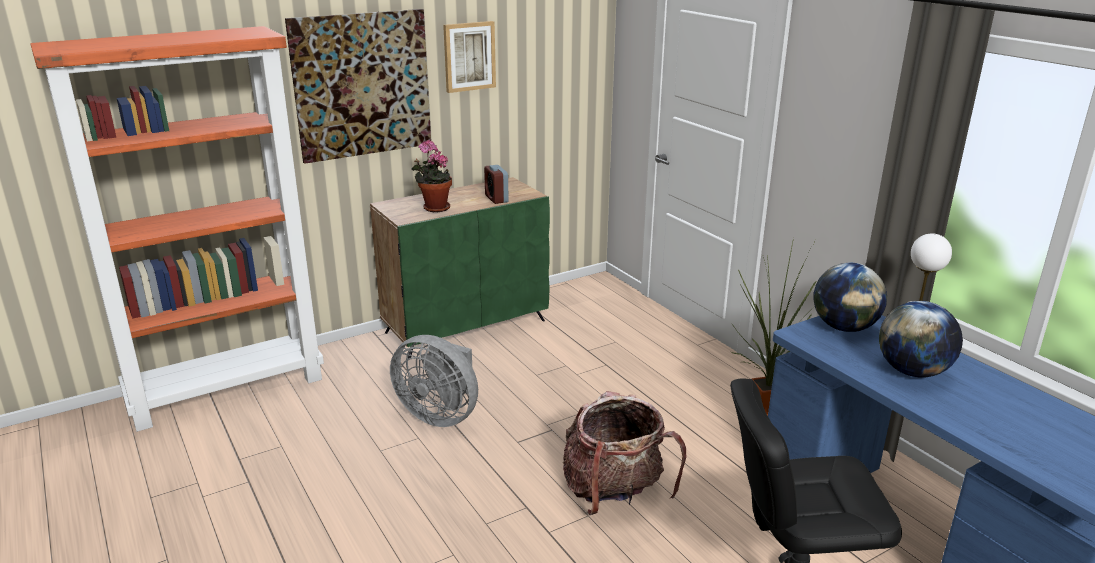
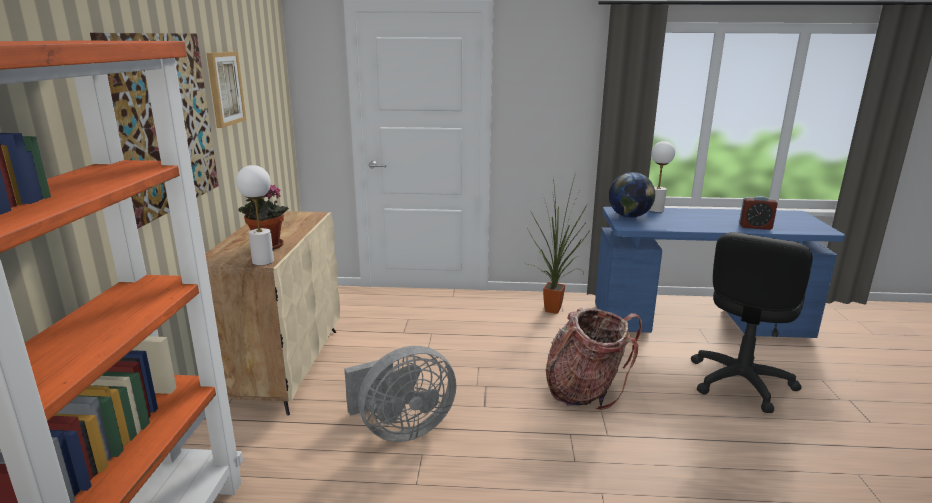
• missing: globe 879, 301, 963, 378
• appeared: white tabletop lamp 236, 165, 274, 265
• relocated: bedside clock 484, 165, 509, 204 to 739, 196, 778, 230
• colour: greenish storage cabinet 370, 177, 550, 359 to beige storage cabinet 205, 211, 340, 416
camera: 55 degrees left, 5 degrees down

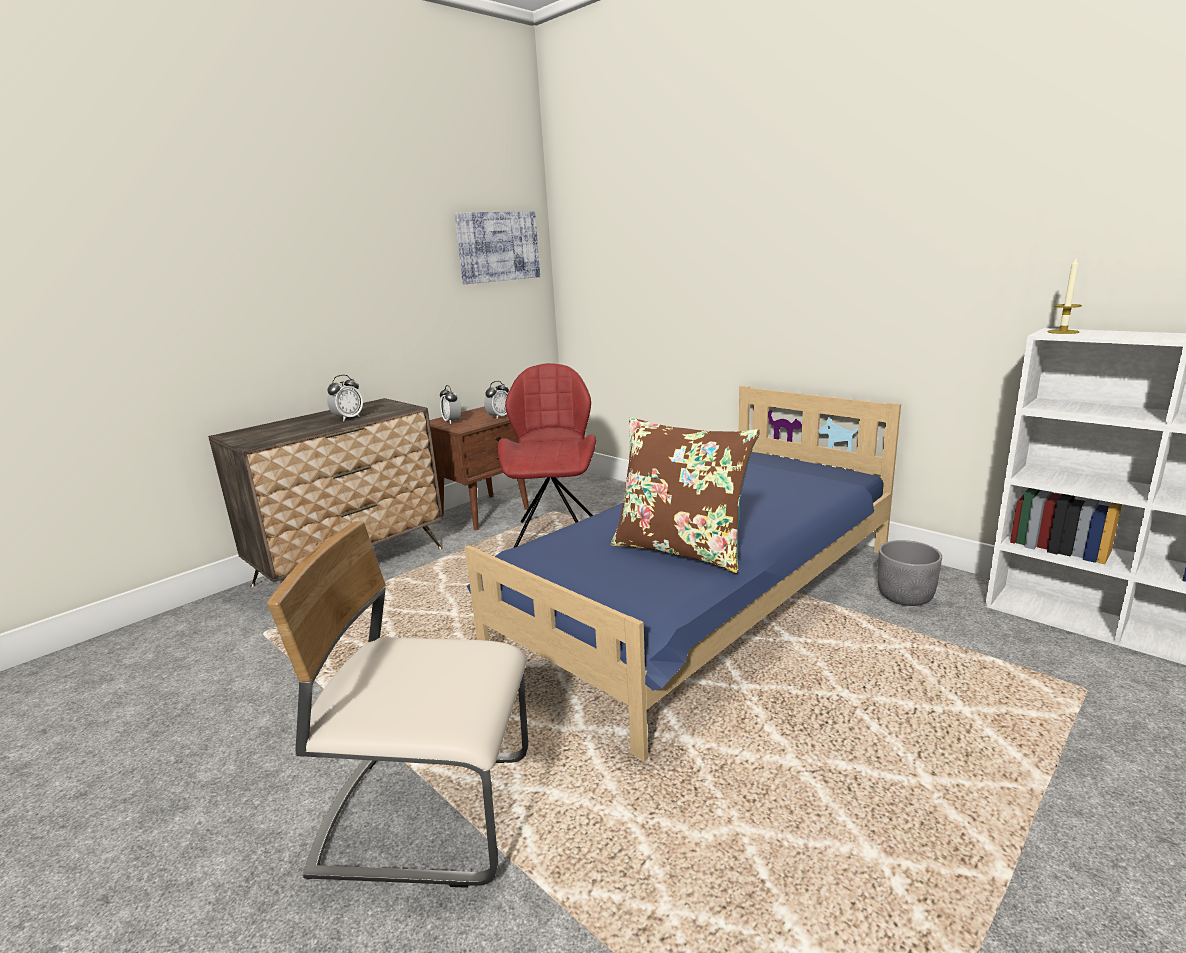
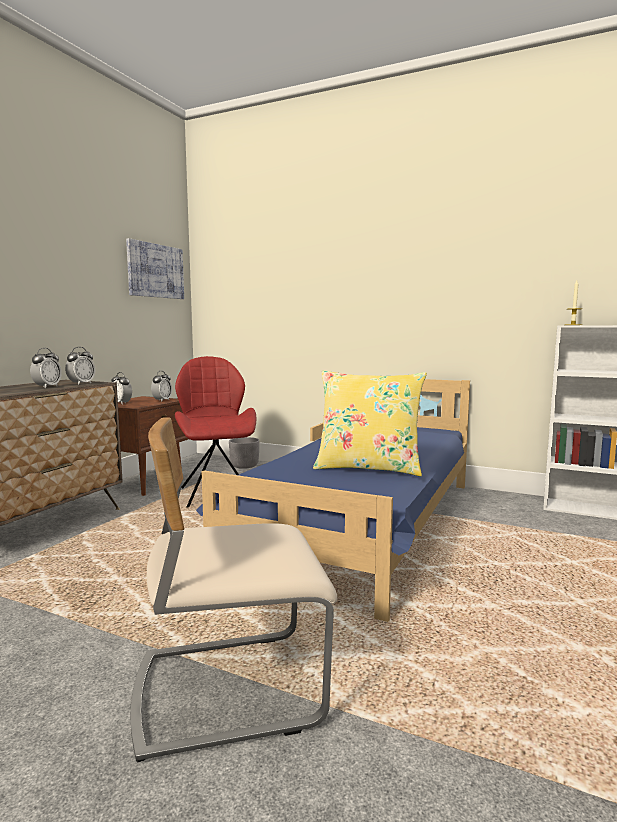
• appeared: bedside clock 65, 347, 95, 385
• relocated: grey plant pot 878, 540, 942, 606 to 229, 437, 259, 469
• colour: brown-coloured throw pillow 610, 417, 760, 573 to yellowish throw pillow 313, 370, 427, 476
camera: 20 degrees left, 10 degrees down

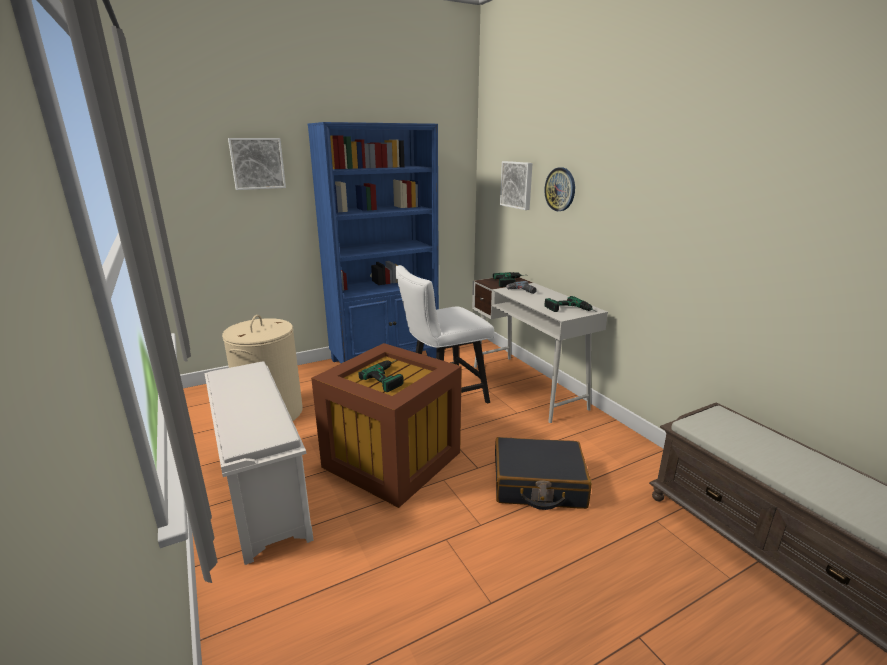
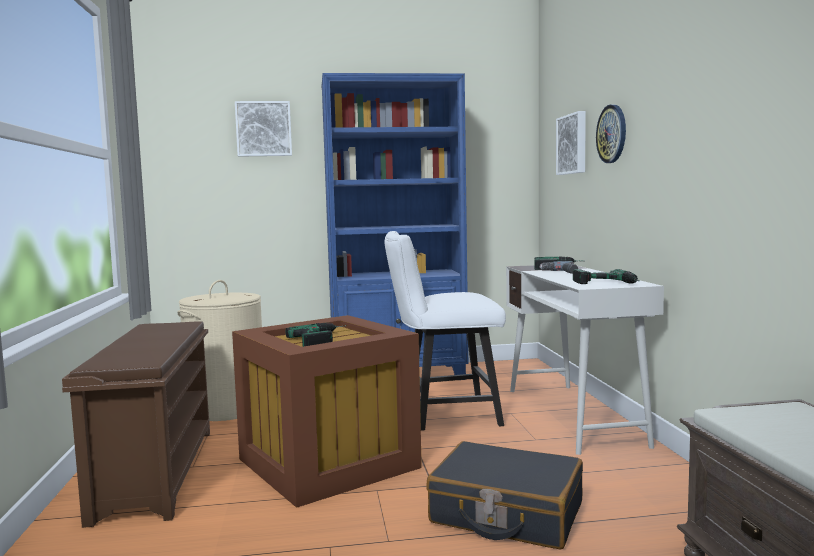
• colour: white shoe rack 205, 361, 314, 565 to brown-coloured shoe rack 62, 321, 210, 528
camera: 20 degrees right, 15 degrees down

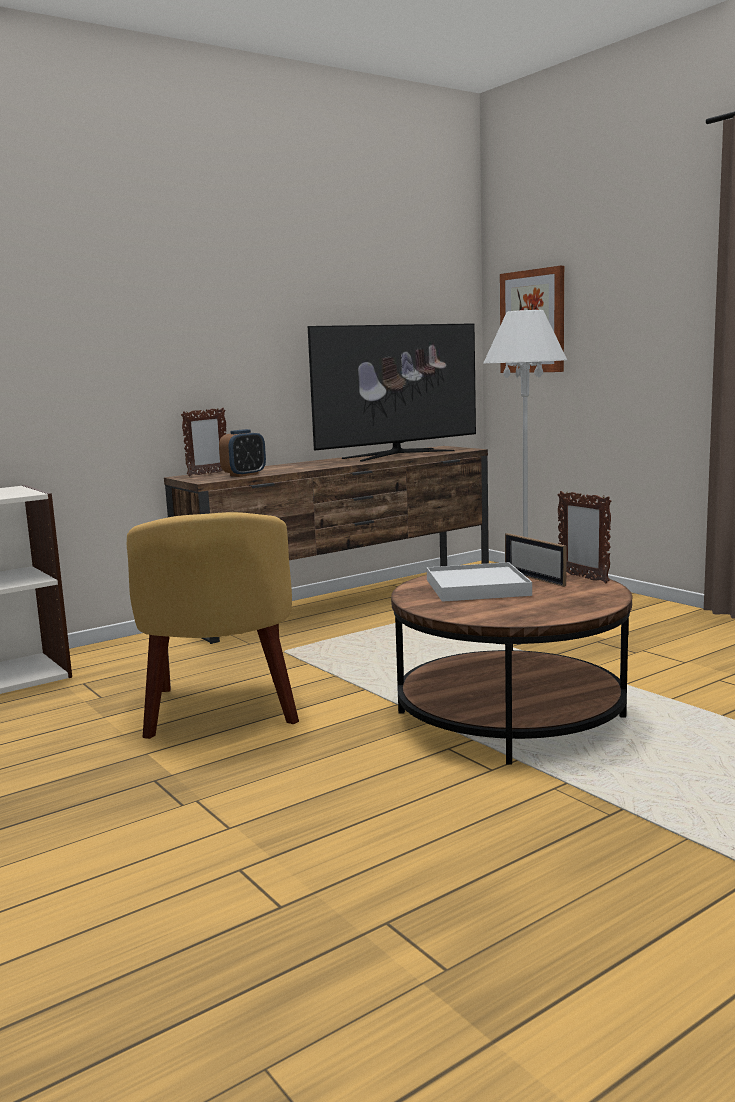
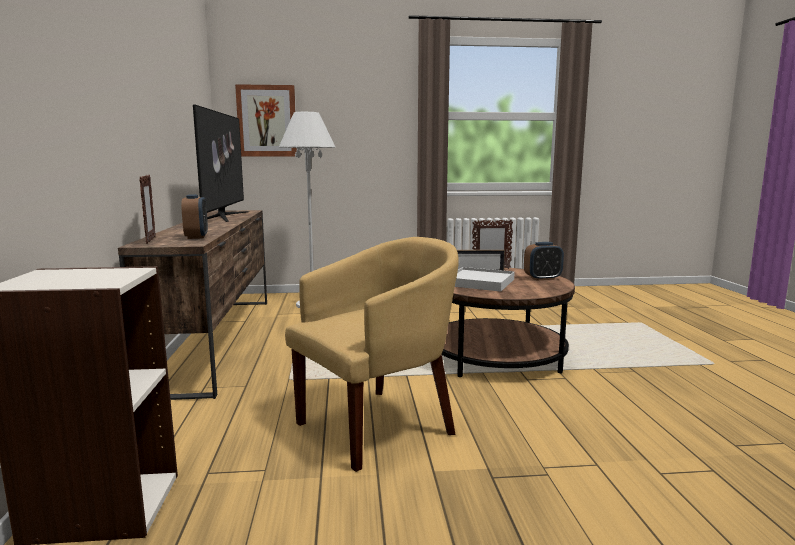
• appeared: bedside clock 524, 242, 564, 280
• spun: yellowish easy chair 127, 512, 299, 739 = 285, 237, 459, 472 60 degrees counterclockwise
camera: 60 degrees left, 0 degrees up

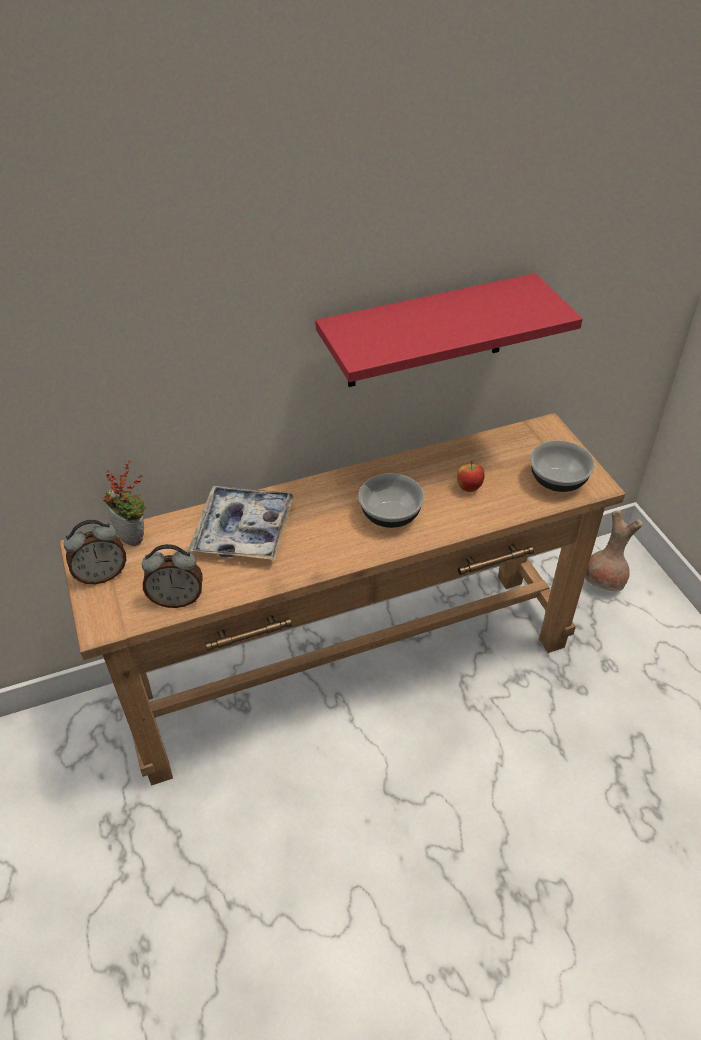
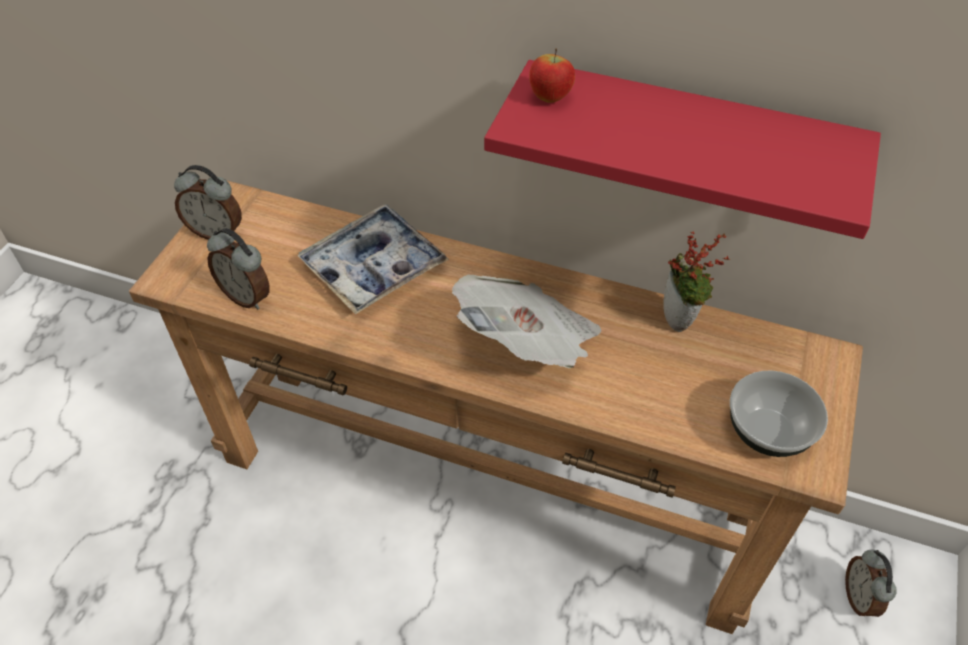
• relocated: potted plant 102, 460, 146, 546 to 663, 232, 730, 332
• relocated: whole apple 457, 461, 485, 492 to 529, 48, 575, 103
• exchanged: serving bowl 358, 473, 425, 528 to newspaper 452, 274, 602, 369
• exchanged: brown-coloured flower vase 585, 510, 643, 592 to bedside clock 845, 549, 897, 617
camera: 40 degrees right, 5 degrees up

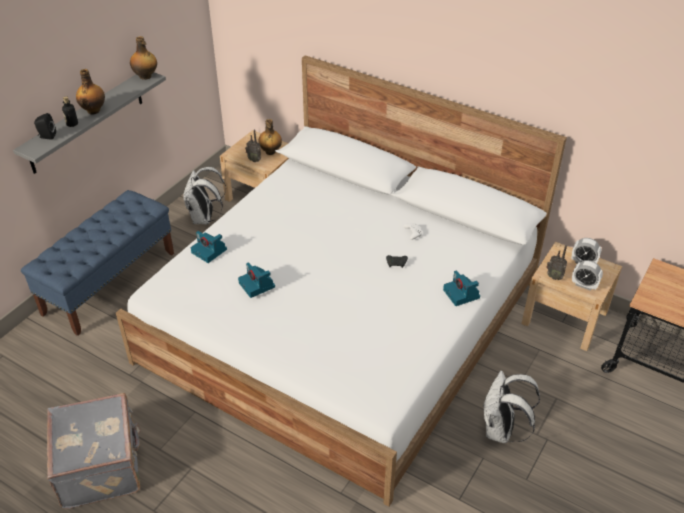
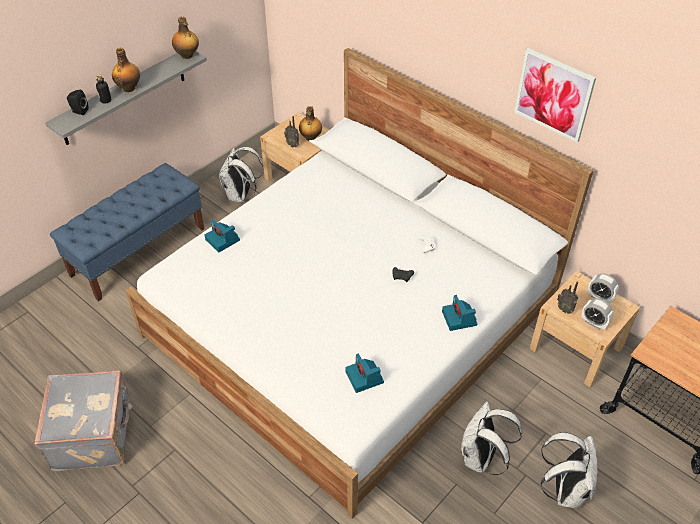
• appeared: wall picture 514, 48, 596, 143
• appeared: white rucksack 540, 432, 598, 508
• relocated: still camera 238, 262, 275, 298 to 345, 354, 384, 393
camera: 10 degrees right, 5 degrees up

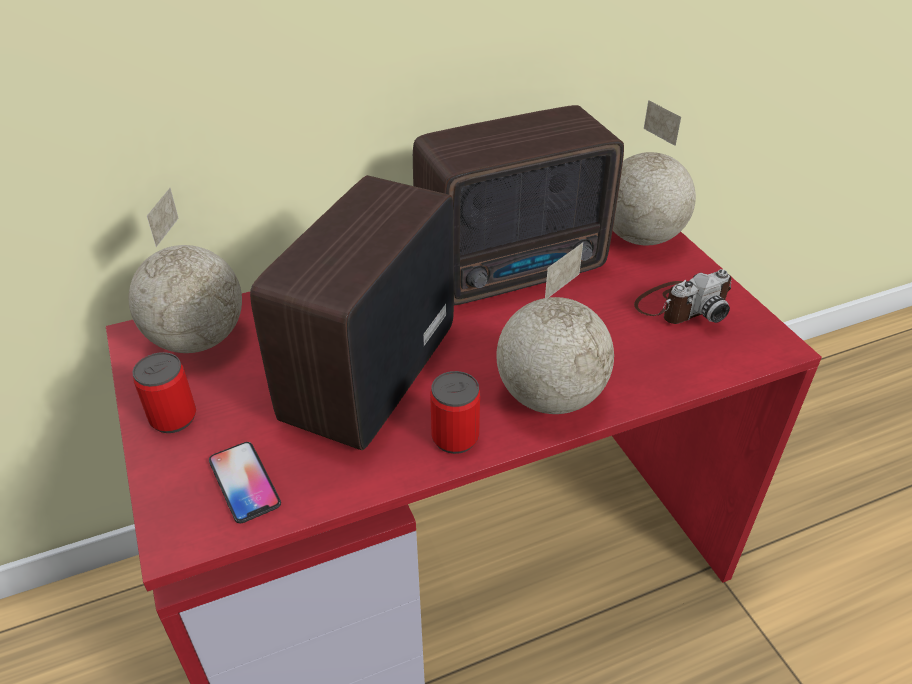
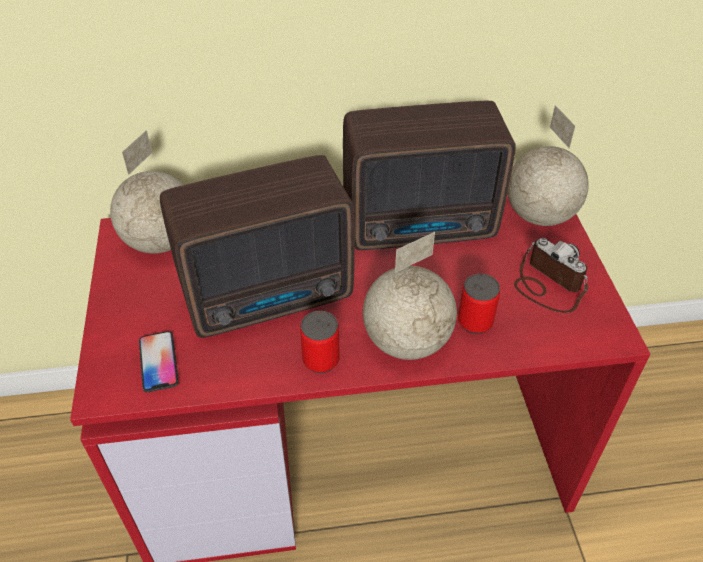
• relocated: metal can 132, 352, 196, 433 to 458, 273, 500, 334
• spun: radio set 250, 175, 454, 450 = 160, 155, 355, 338 150 degrees counterclockwise
• spun: still camera 634, 269, 731, 324 = 514, 238, 588, 313 120 degrees counterclockwise
camera: 15 degrees right, 5 degrees up

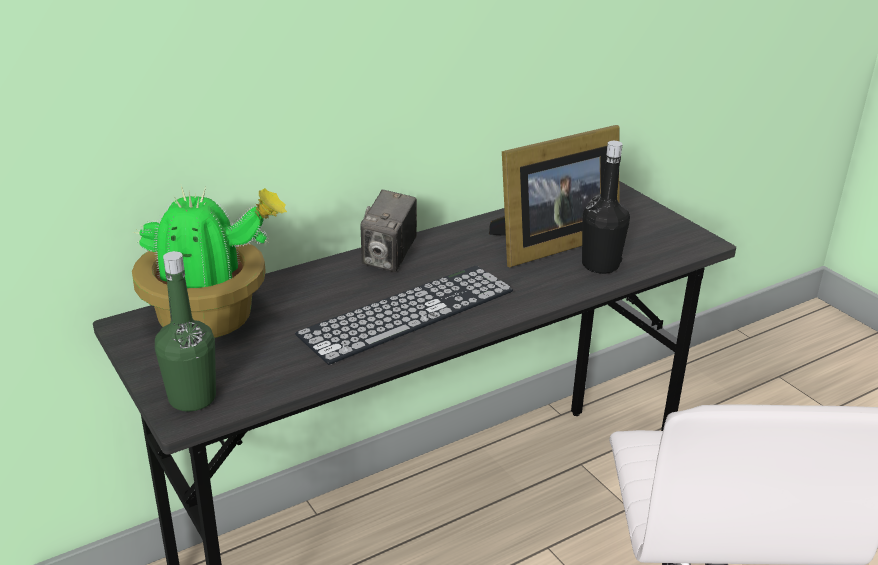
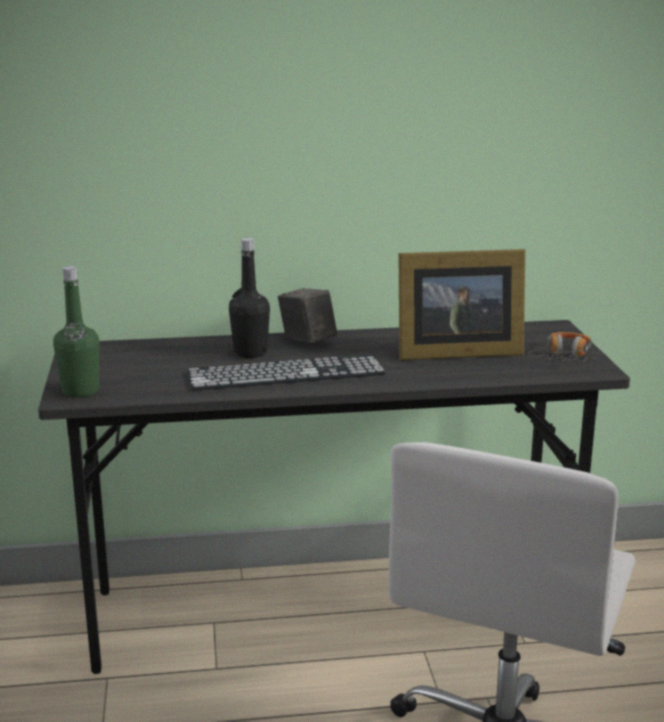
• missing: potted plant 132, 186, 287, 338
• appeared: pair of headphones 528, 332, 597, 362
• relocated: black-coloured bottle 582, 141, 630, 274 to 229, 238, 270, 358
• spun: still camera 360, 190, 417, 272 = 278, 288, 337, 343 105 degrees clockwise
camera: 25 degrees right, 10 degrees down

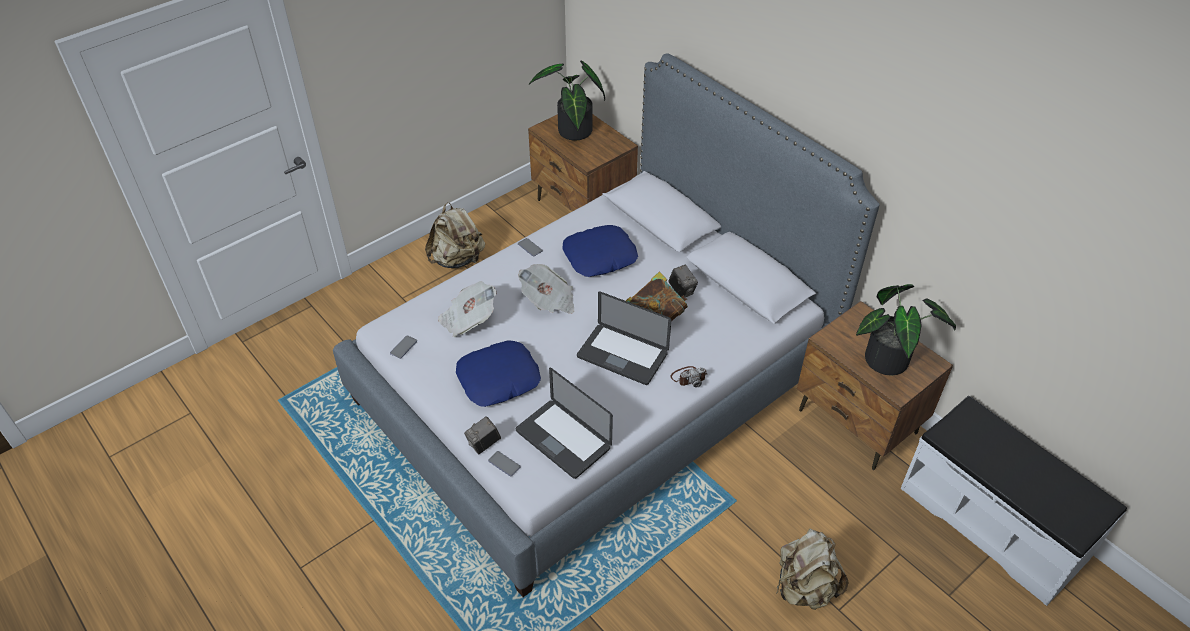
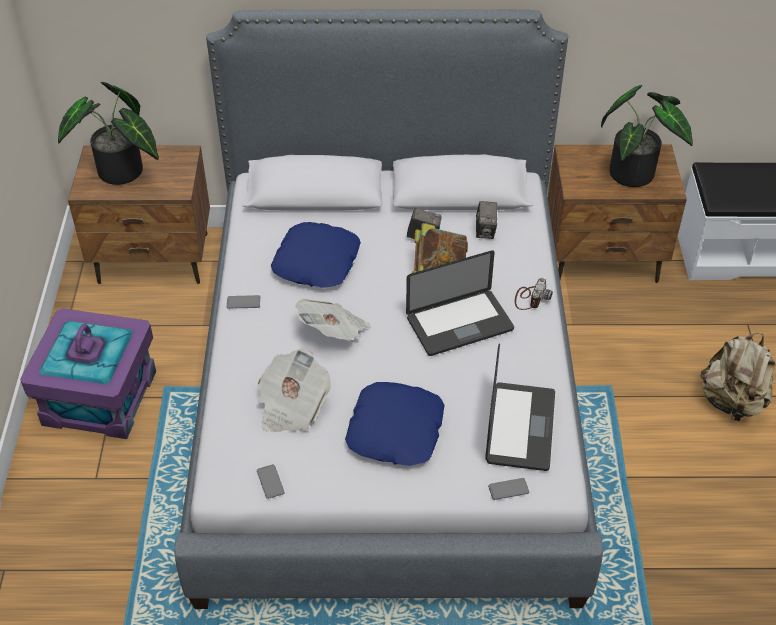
• relocated: still camera 464, 416, 501, 454 to 476, 201, 497, 239
• exchanged: beige rucksack 425, 202, 485, 268 to purplish storage box 20, 308, 156, 439
• spun: laptop 516, 368, 613, 479 = 485, 343, 555, 471 75 degrees counterclockwise
camera: 50 degrees left, 0 degrees up

